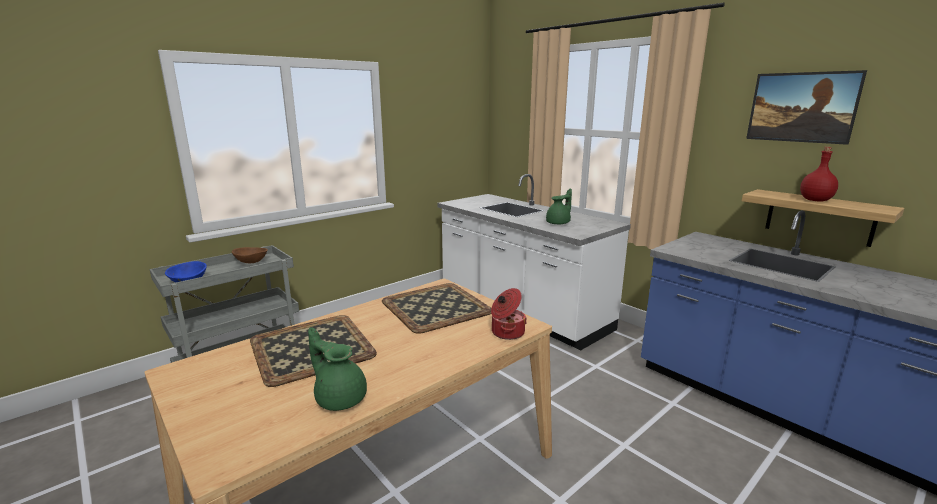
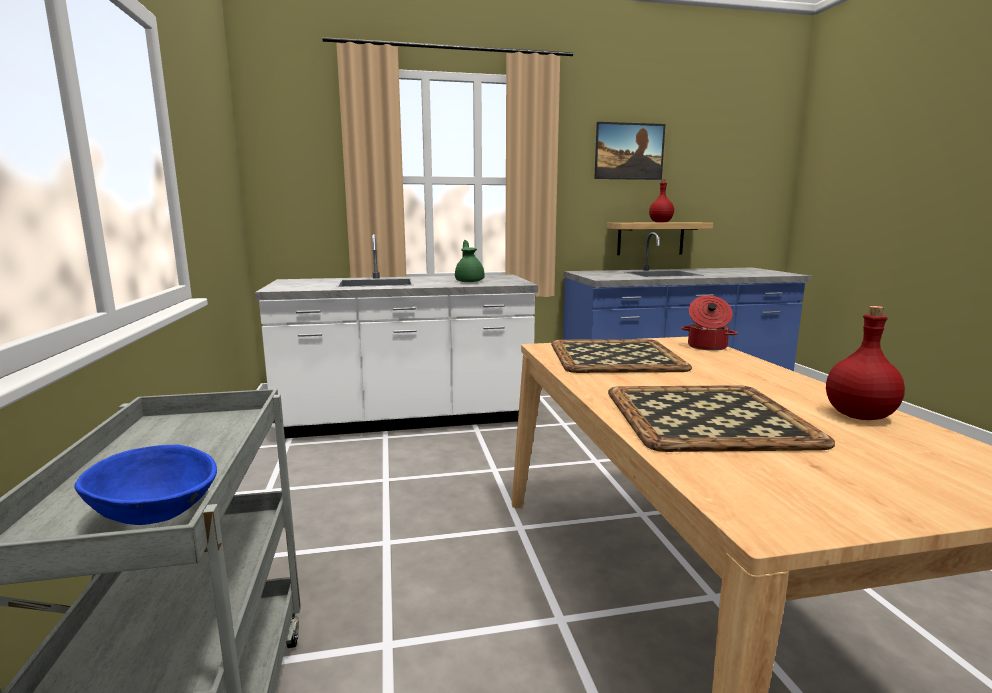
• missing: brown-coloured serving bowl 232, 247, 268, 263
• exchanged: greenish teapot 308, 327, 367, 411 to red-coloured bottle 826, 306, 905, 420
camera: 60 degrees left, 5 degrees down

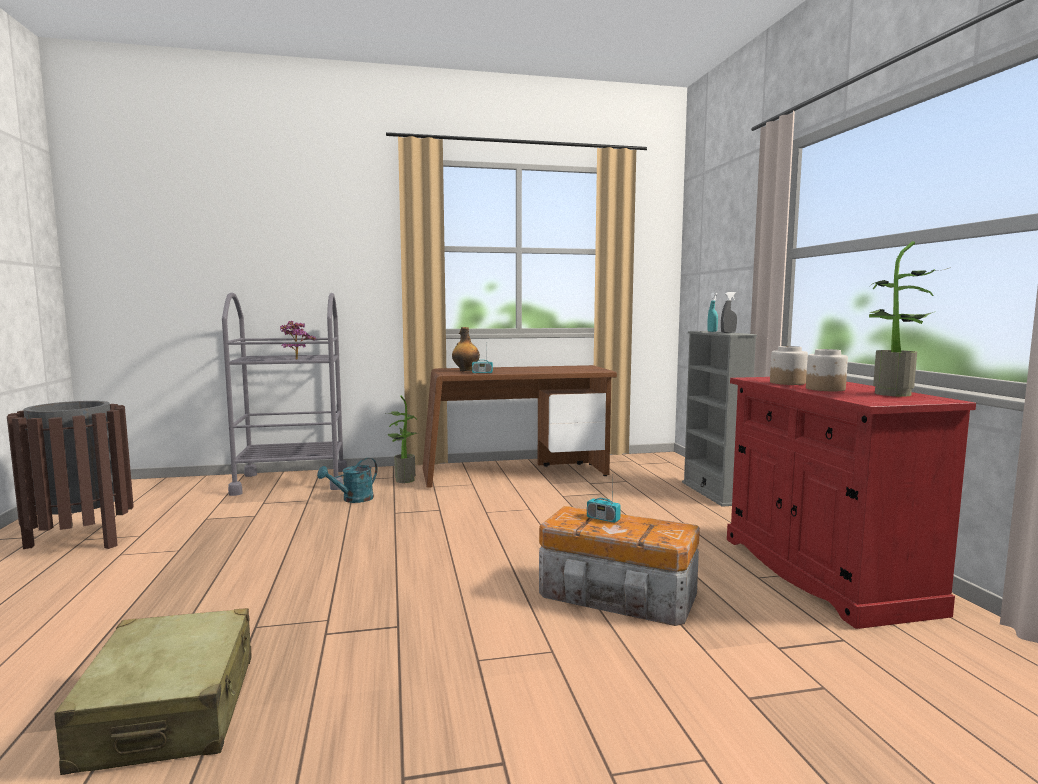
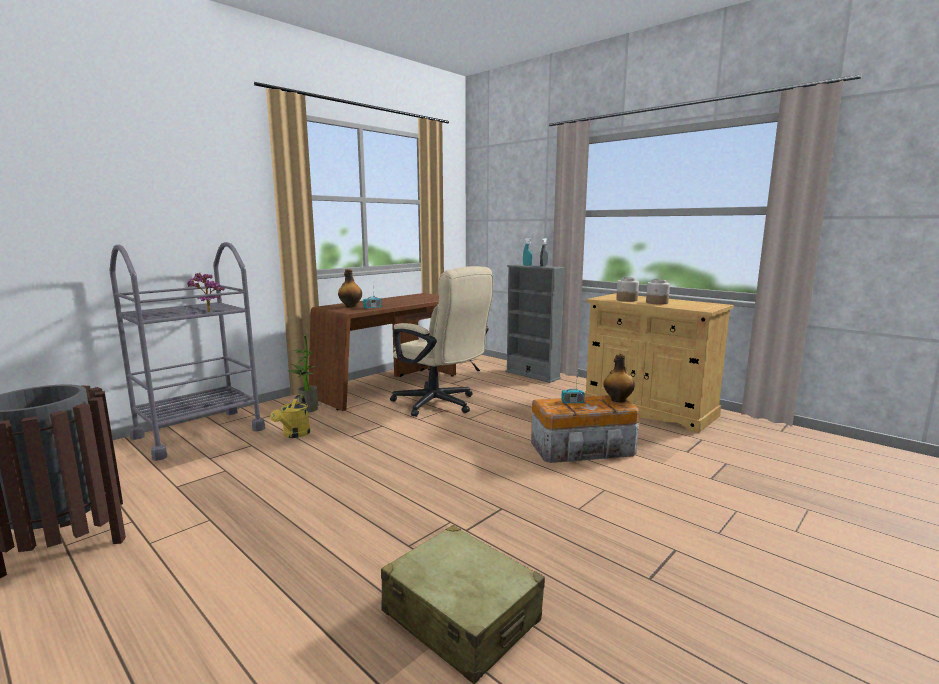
• missing: potted plant 869, 241, 951, 397
• appeared: beige office chair 390, 266, 493, 417
• appeared: bottle 604, 354, 635, 402
• colour: blue-green watering can 317, 458, 378, 503 to yellowish watering can 270, 395, 311, 438
• colour: red-coloured storage cabinet 727, 377, 976, 629 to beige storage cabinet 584, 294, 734, 433
camera: 35 degrees left, 5 degrees up

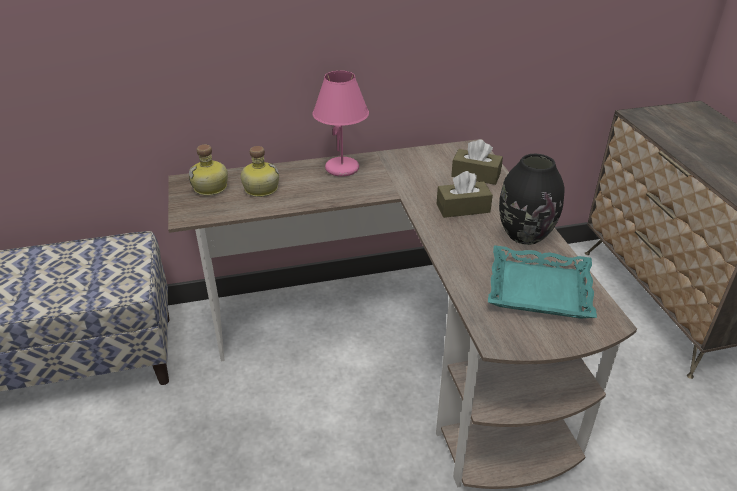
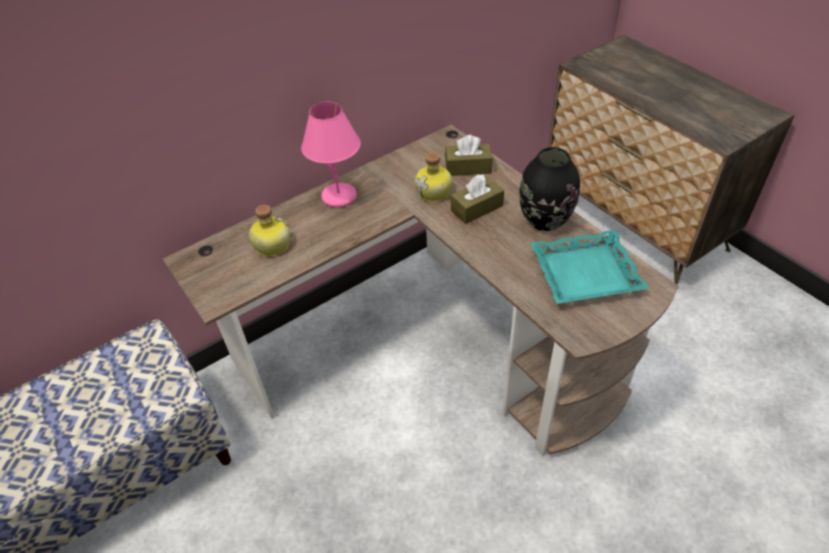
• relocated: bottle 189, 144, 228, 196 to 415, 152, 452, 202
camera: 20 degrees left, 10 degrees up

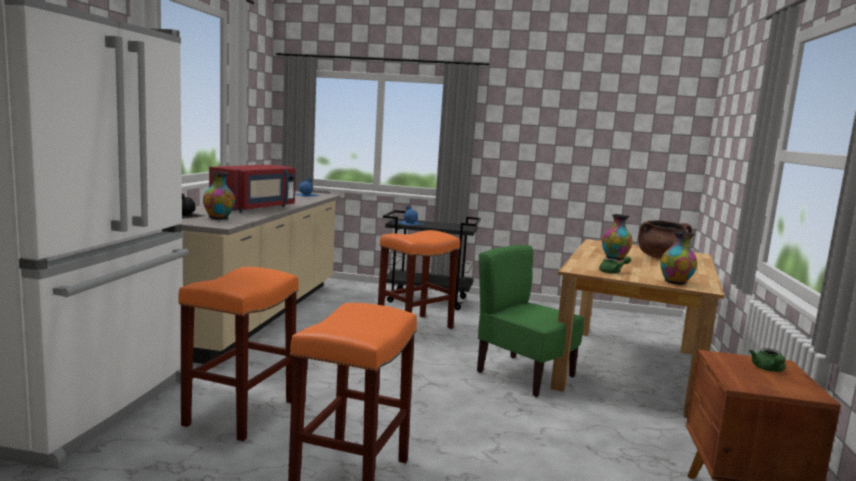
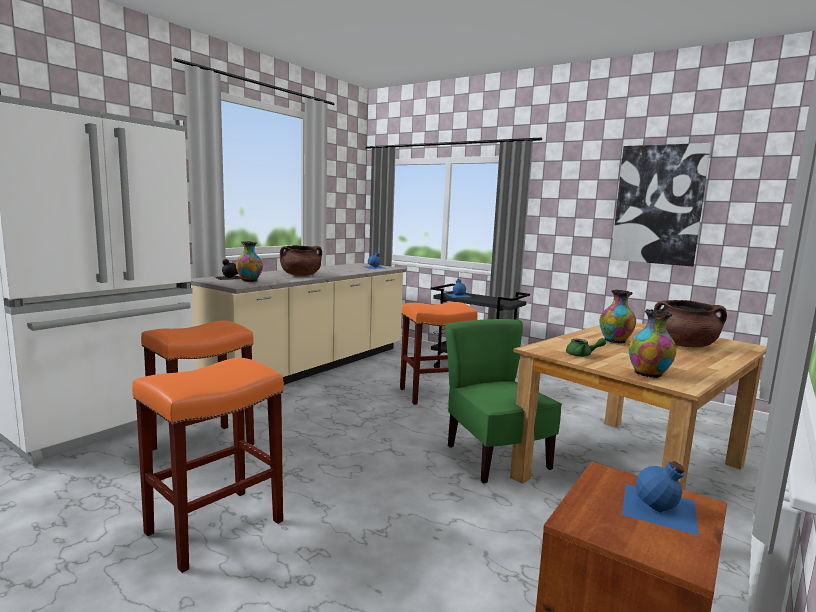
• appeared: wall picture 611, 143, 711, 267
• exchanged: red-coloured microwave oven 209, 165, 296, 213 to brown-coloured cooking pot 280, 245, 322, 276
• exchanged: greenish teapot 749, 348, 786, 372 to bluish bottle 622, 461, 699, 536
camera: 25 degrees right, 0 degrees up

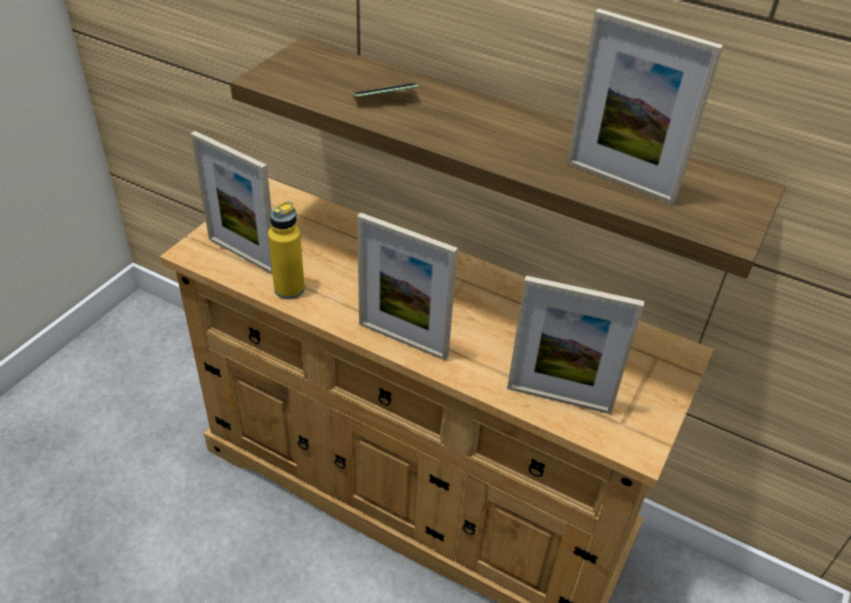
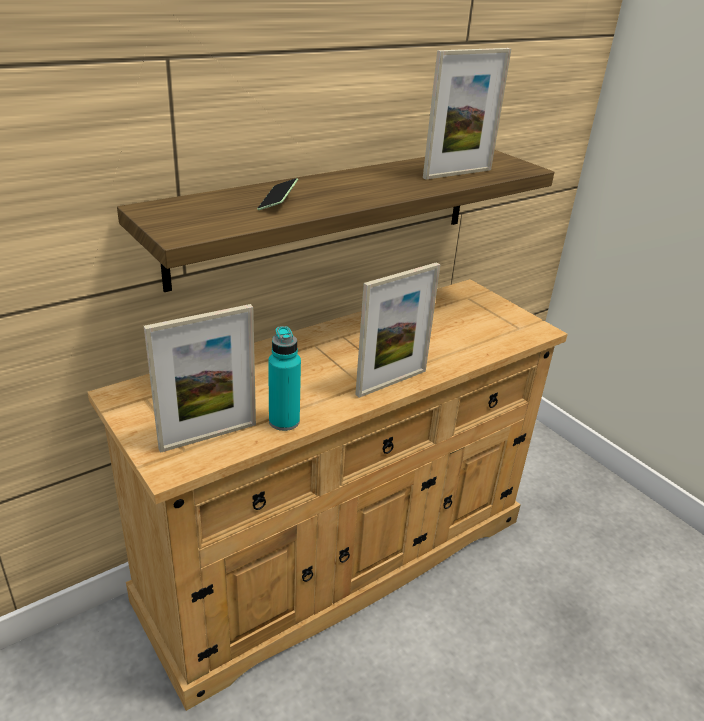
• missing: standing frame 507, 276, 644, 414
• colour: yellowish bottle 268, 201, 305, 299 to blue-green bottle 268, 326, 301, 431
camera: 65 degrees left, 10 degrees down

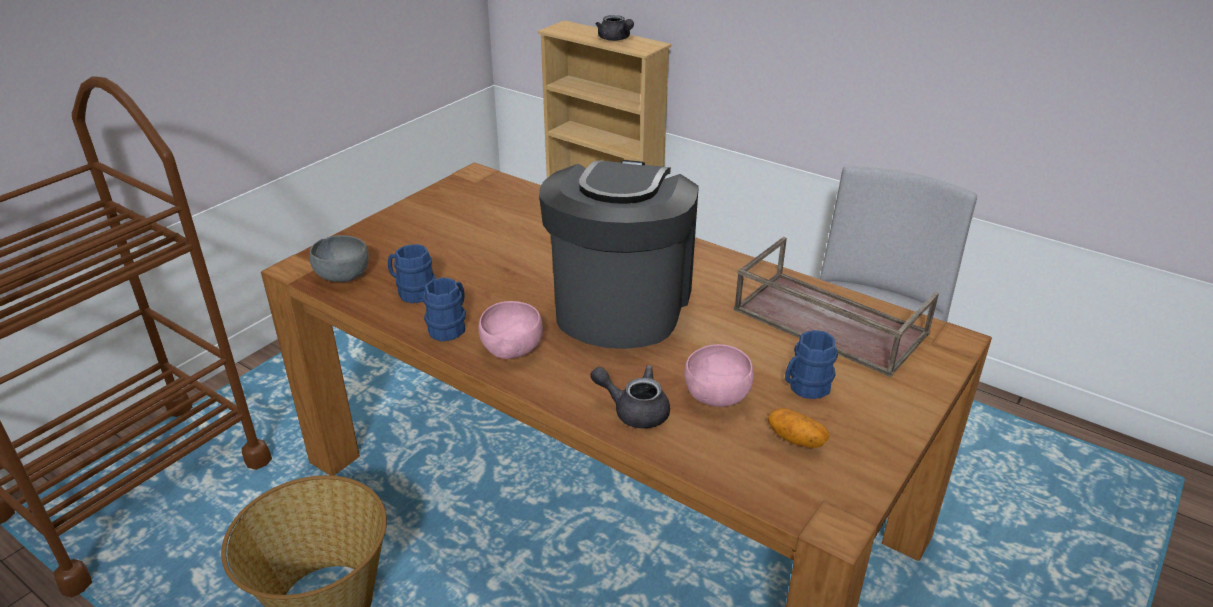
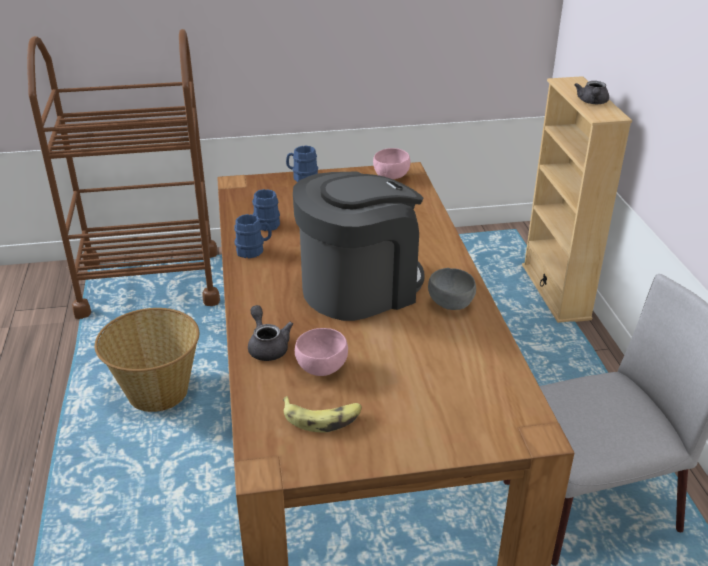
• missing: brown-coloured tray 734, 237, 939, 377
• relocated: grey serving bowl 309, 235, 369, 282 to 428, 268, 476, 310
• relocated: pink-coloured serving bowl 478, 301, 543, 359 to 373, 148, 410, 179
• relocated: bluish mug 785, 330, 838, 399 to 286, 146, 318, 182
• exchanged: whole potato 768, 408, 829, 448 to banana 283, 396, 362, 432
camera: 45 degrees right, 0 degrees up

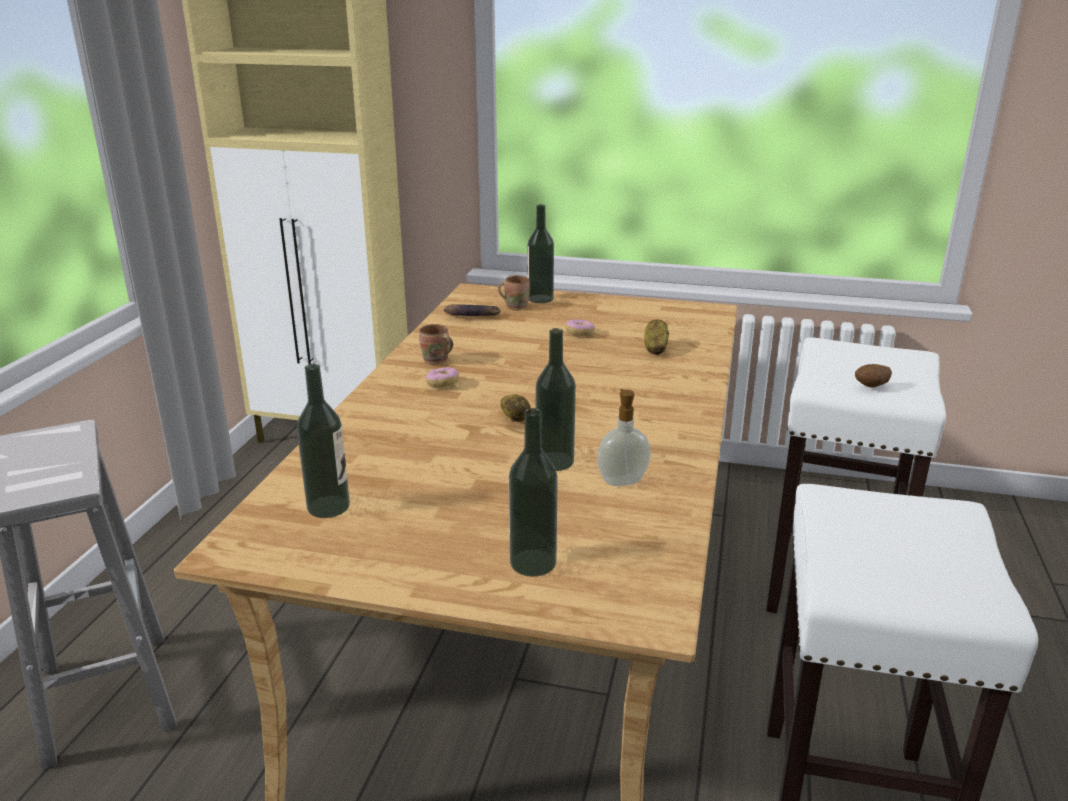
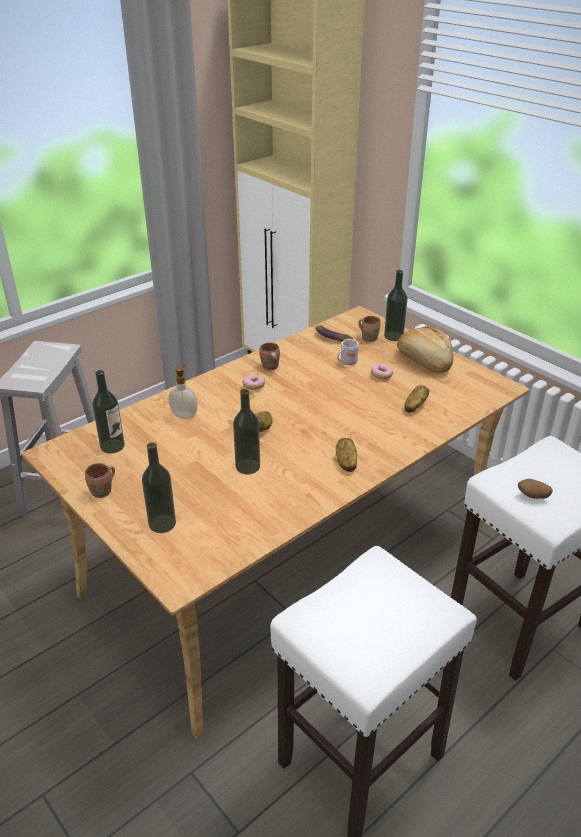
• appeared: brown-coloured mug 85, 463, 115, 498
• appeared: whole potato 336, 438, 357, 472
• appeared: white mug 337, 336, 359, 365
• appeared: bakery bread 397, 326, 453, 373
• relocated: soap bottle 597, 389, 651, 486 to 169, 365, 198, 419
camera: 35 degrees right, 10 degrees up

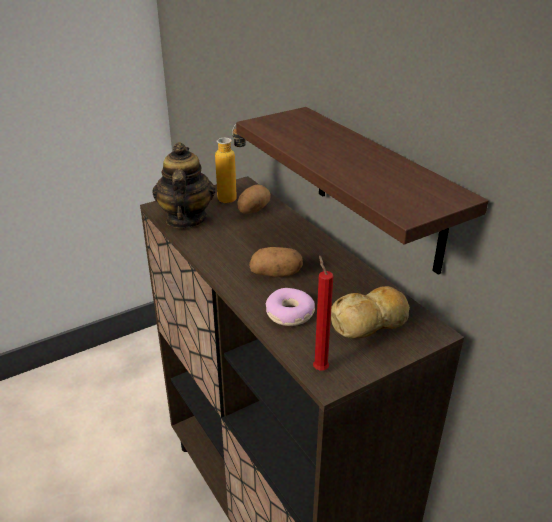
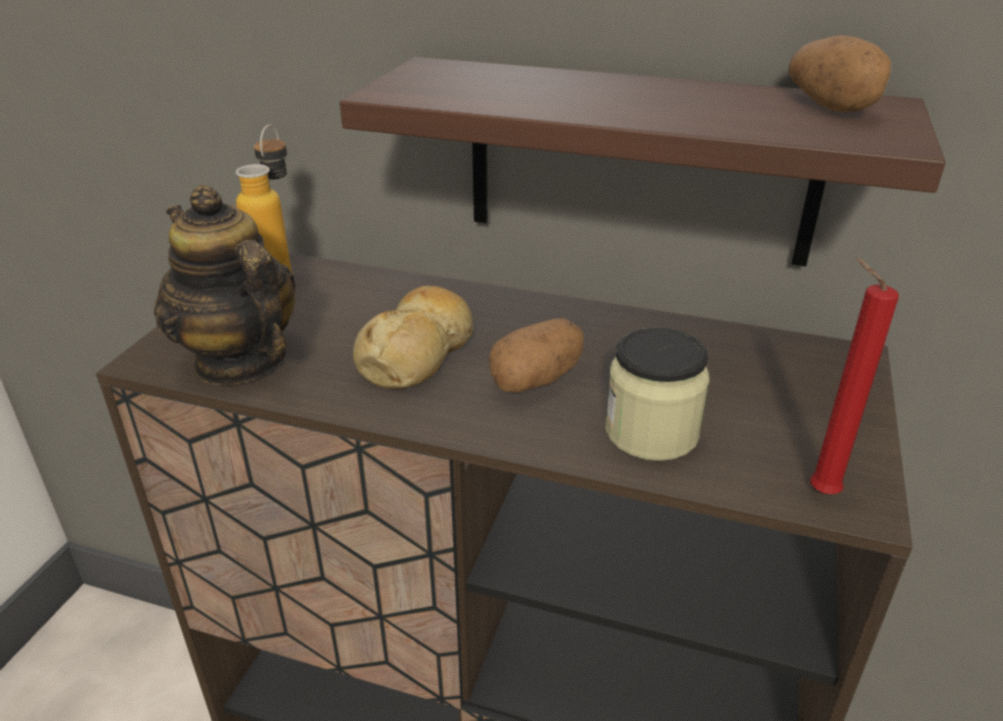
• relocated: whole potato 237, 185, 271, 214 to 789, 35, 891, 112
• relocated: bakery bread 331, 286, 410, 339 to 353, 285, 473, 389
• exchanged: ring doughnut 265, 288, 315, 326 to jar 605, 328, 709, 461
camera: 40 degrees left, 0 degrees up

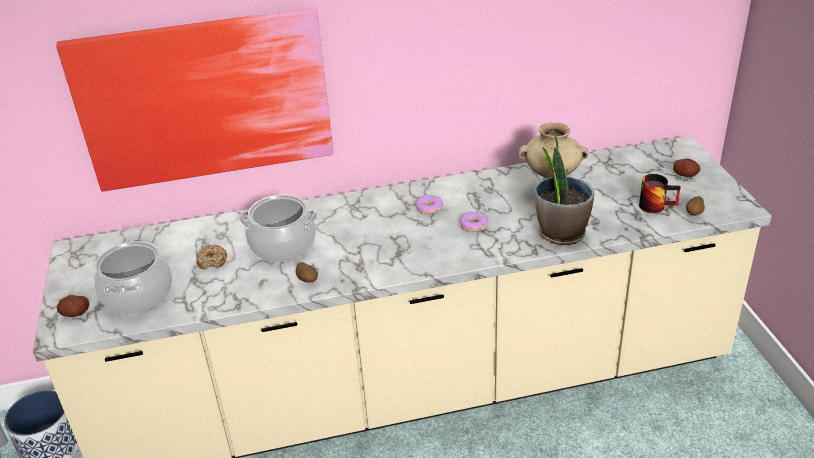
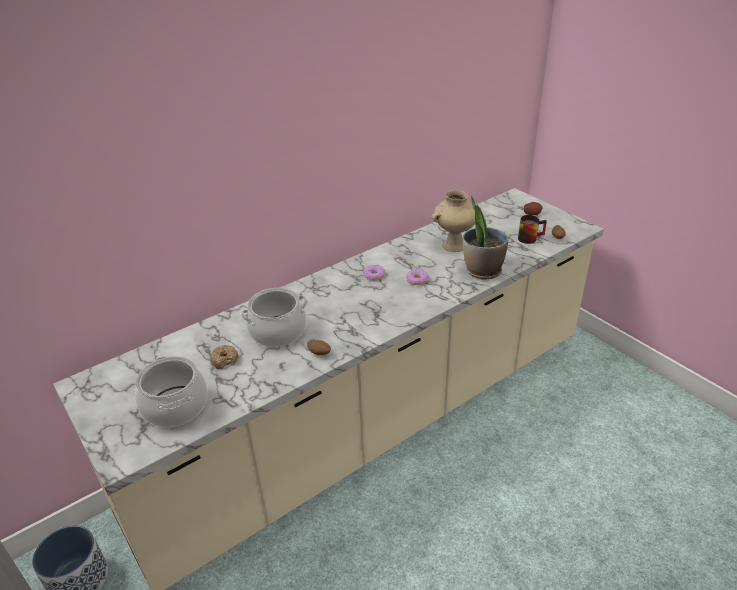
• missing: wall picture 56, 7, 334, 192
• missing: whole potato 57, 295, 89, 317
camera: 25 degrees left, 0 degrees up

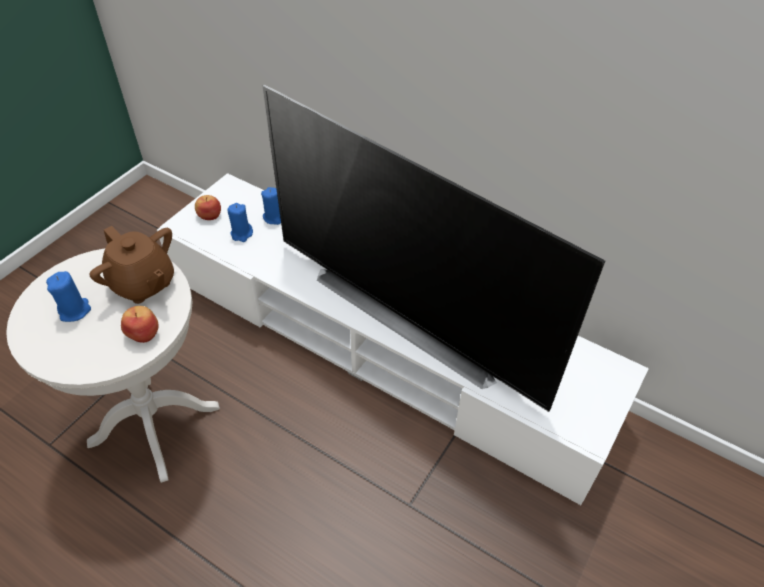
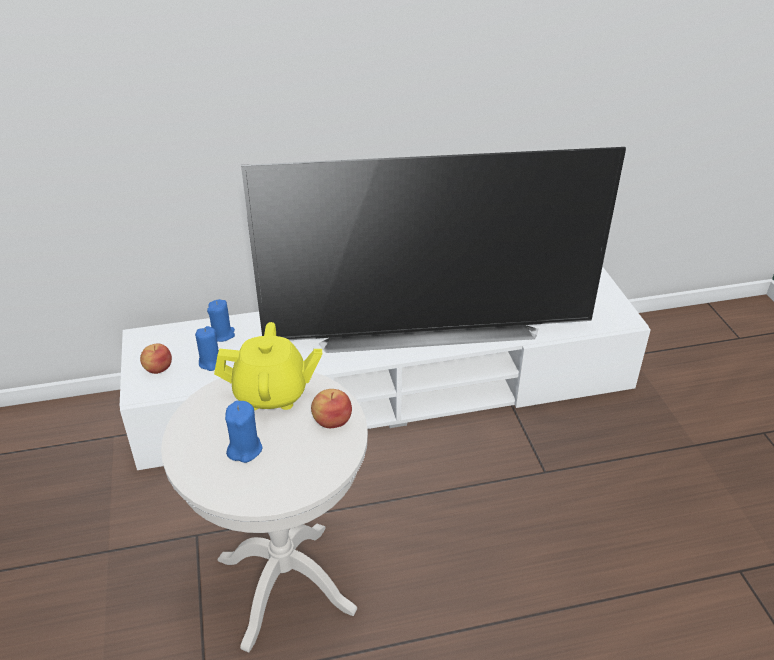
• colour: brown-coloured teapot 90, 226, 174, 304 to yellowish teapot 214, 322, 322, 410
camera: 45 degrees left, 10 degrees down

